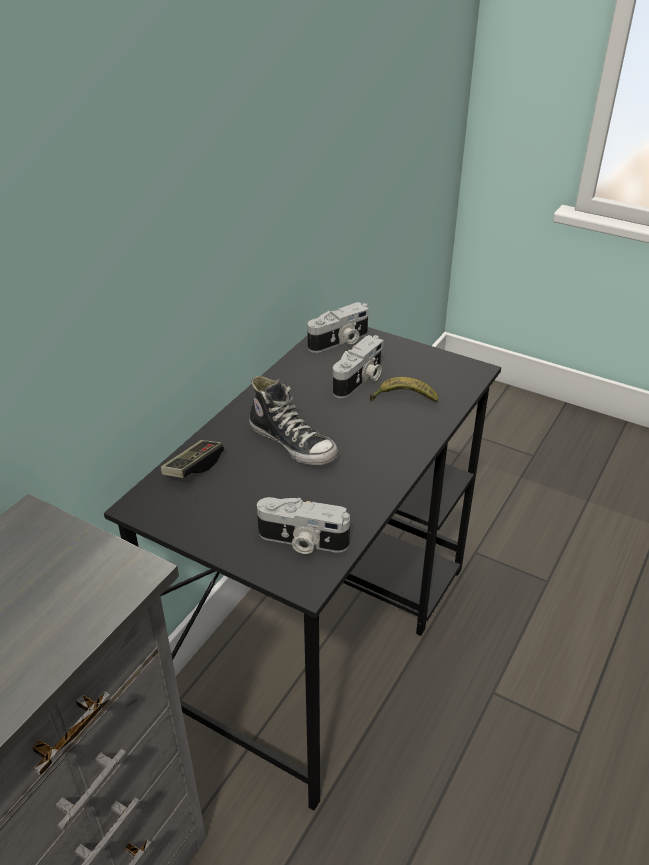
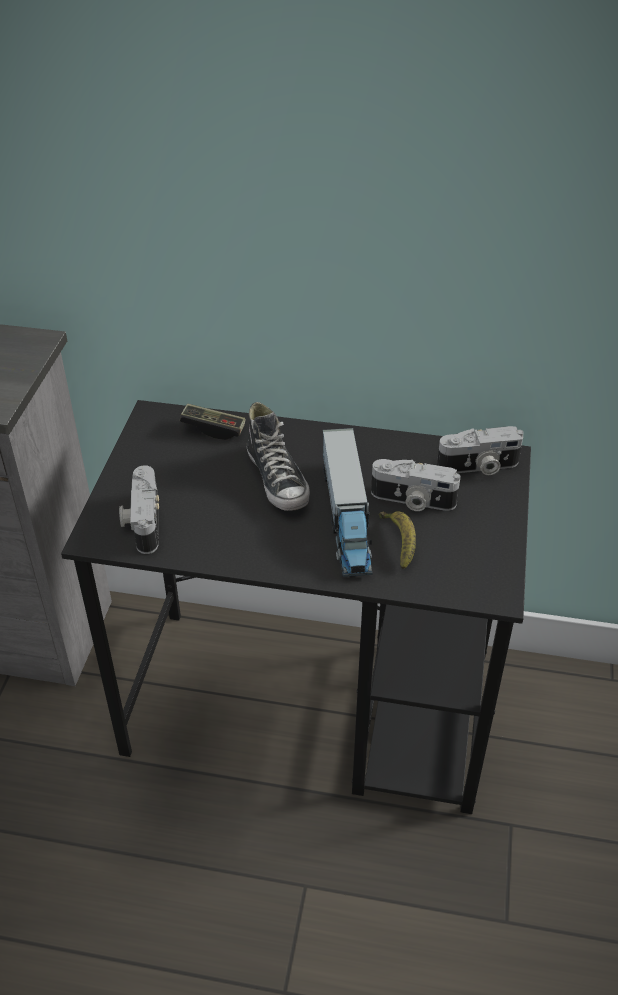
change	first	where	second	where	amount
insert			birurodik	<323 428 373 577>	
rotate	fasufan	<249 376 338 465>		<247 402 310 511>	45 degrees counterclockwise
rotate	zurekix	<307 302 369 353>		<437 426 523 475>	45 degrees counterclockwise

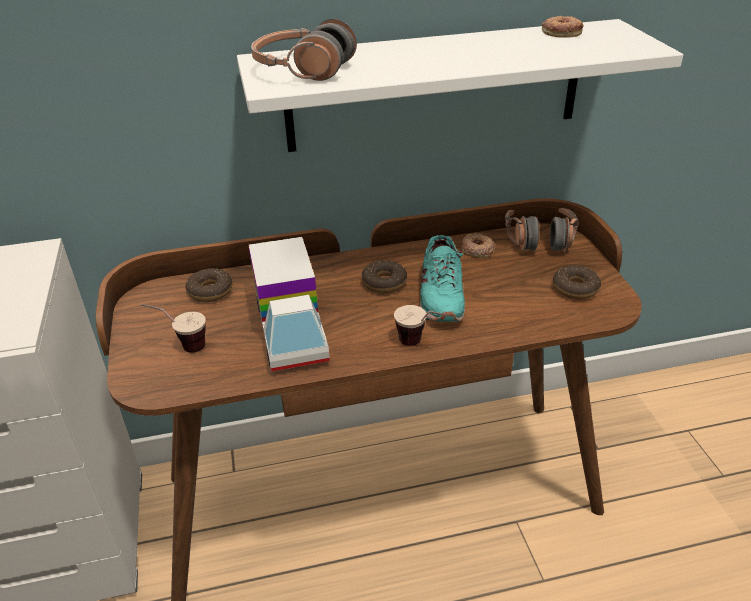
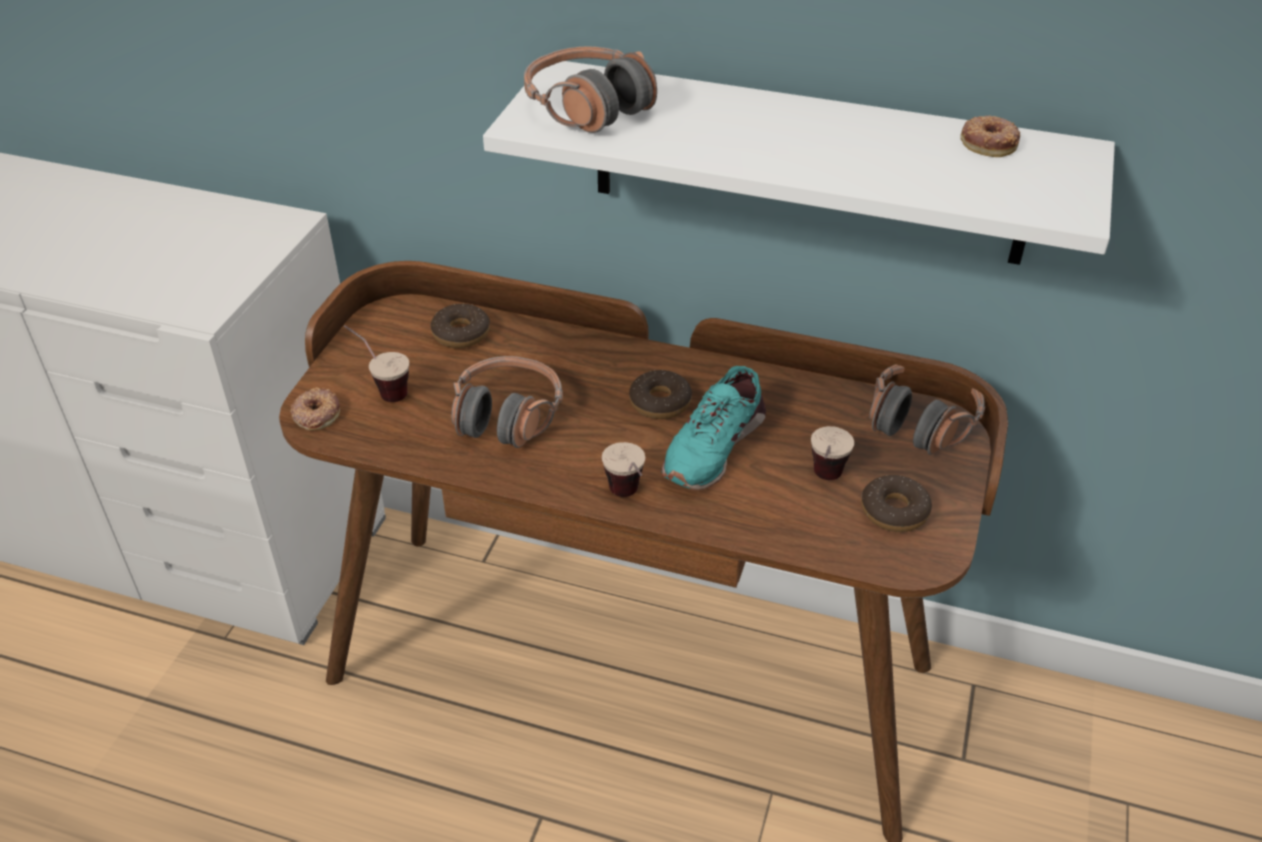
change	first	where	second	where	amount
insert			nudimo	<811 426 854 480>	
move	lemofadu	<461 233 495 258>		<291 387 340 431>	
replace	birurodik	<249 237 330 372>	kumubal	<452 356 563 448>	

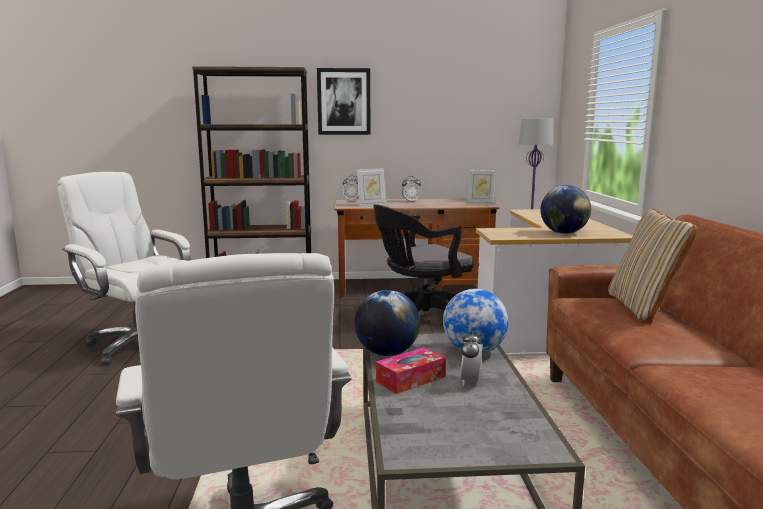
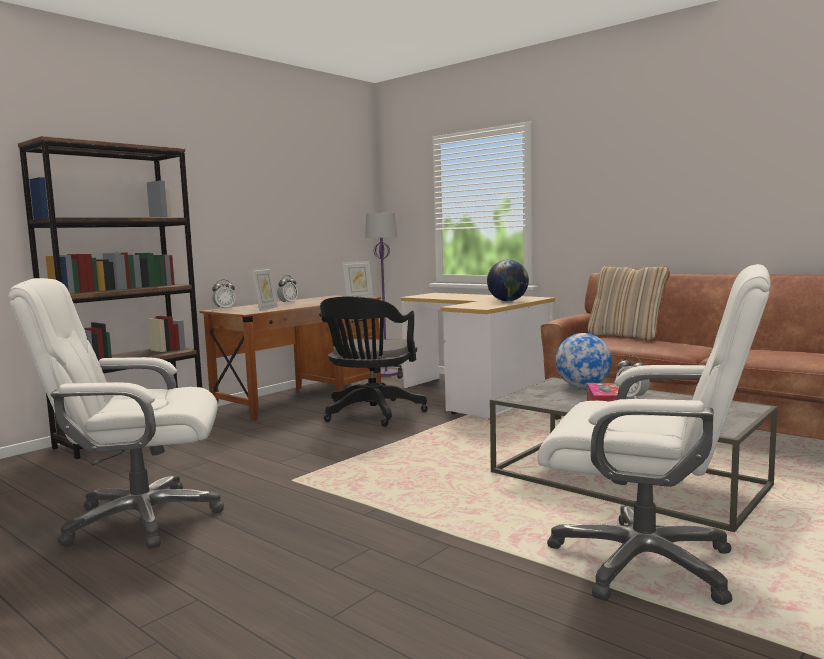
change	first	where	second	where	amount
delete	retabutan	<317 68 370 135>			
delete	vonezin	<355 290 420 356>			

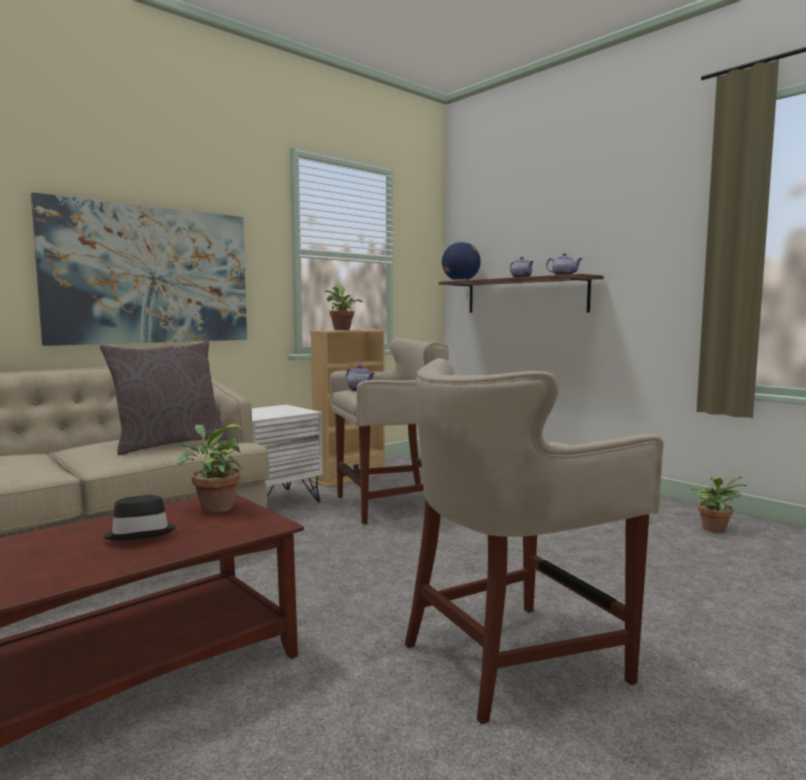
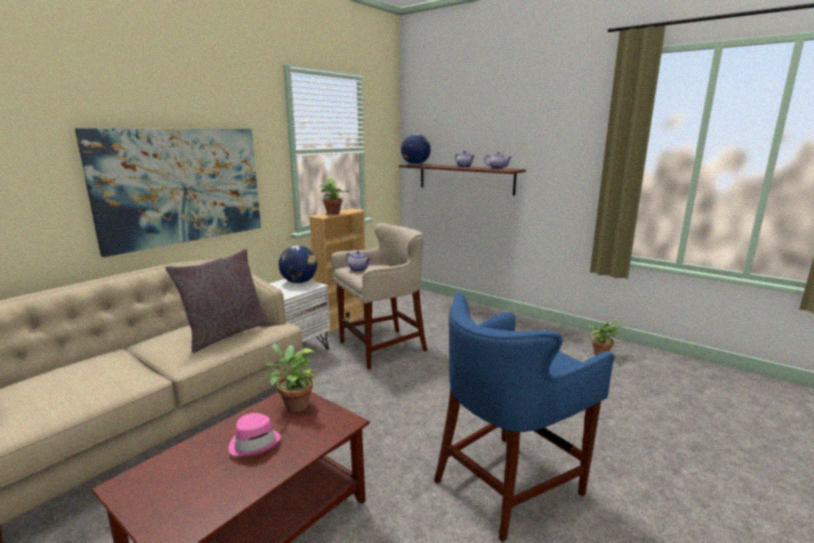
change	first	where	second	where	amount
insert			vonezin	<278 246 317 283>	
recolor	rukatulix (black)	<103 495 177 541>	rukatulix (pink)	<228 413 281 457>	
recolor	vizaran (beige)	<405 358 664 724>	vizaran (blue)	<434 293 614 542>	

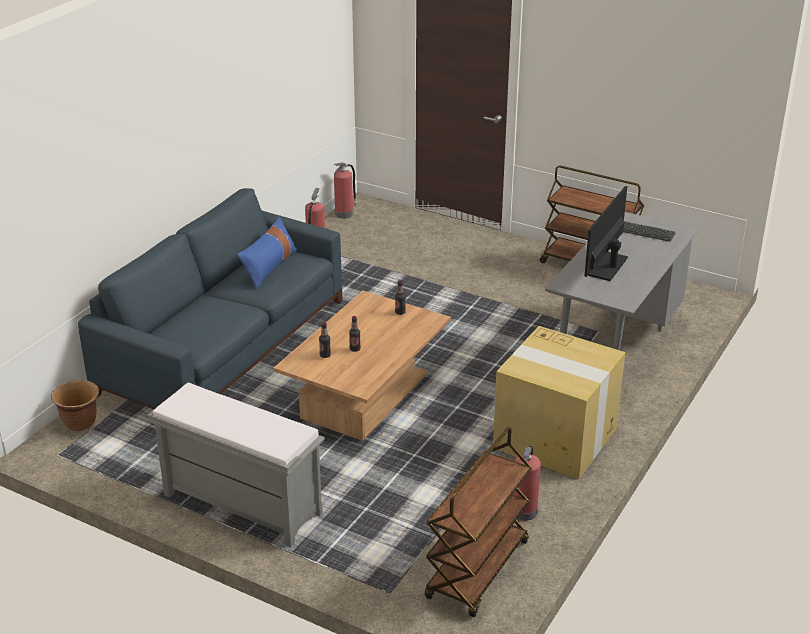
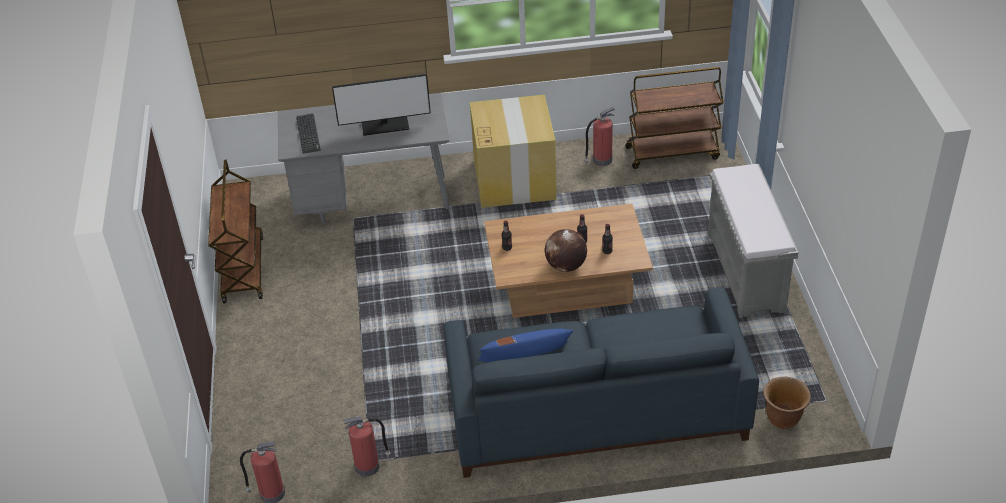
change	first	where	second	where	amount
insert			vonezin	<545 229 587 272>	

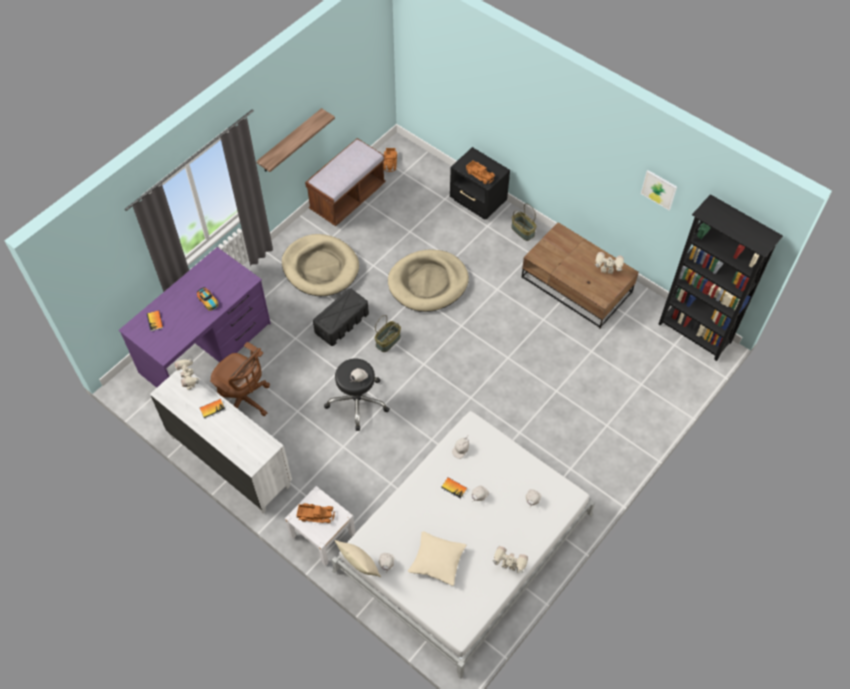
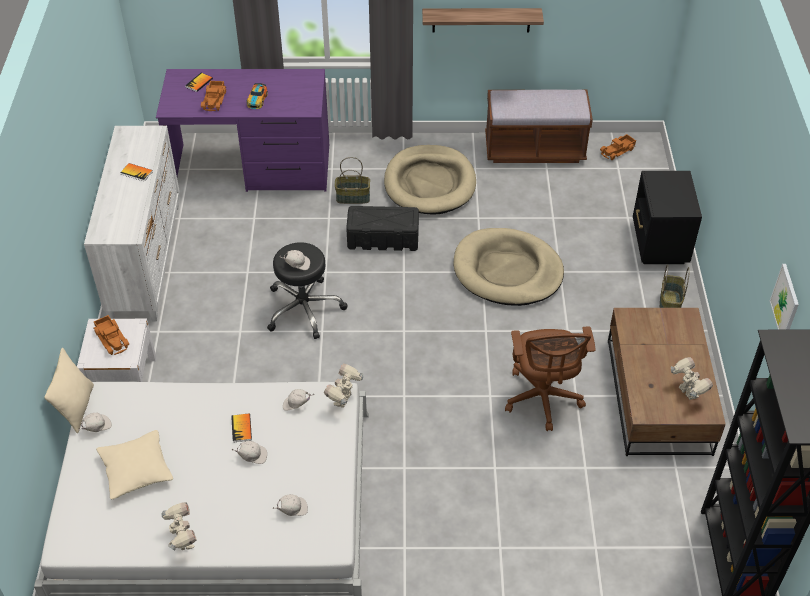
change	first	where	second	where	amount
move	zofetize	<175 359 200 390>		<324 364 363 408>	
move	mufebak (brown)	<210 342 270 416>		<505 326 596 431>	
move	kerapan	<375 315 401 352>		<335 157 370 204>	
move	birurodik	<466 160 495 184>		<201 81 227 111>	

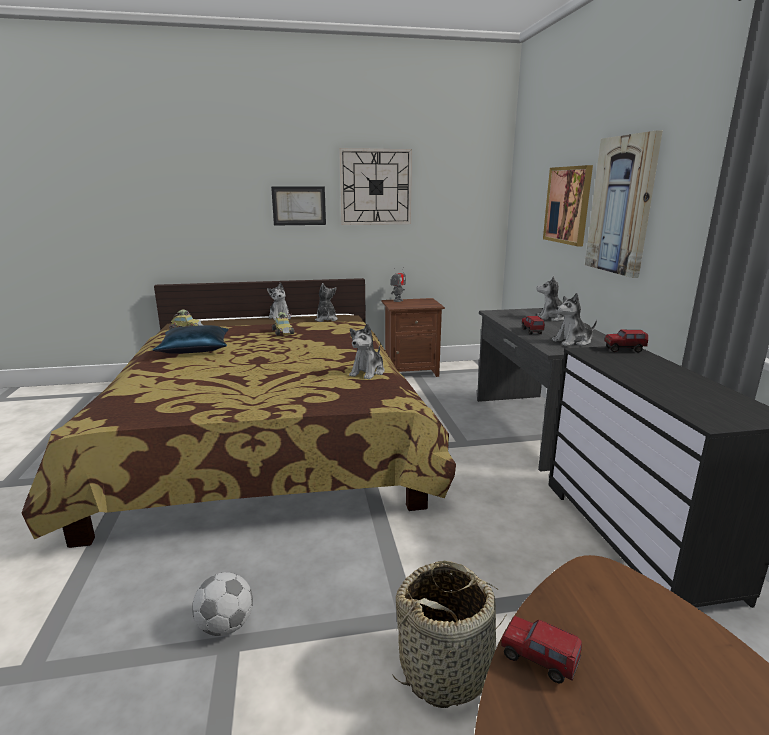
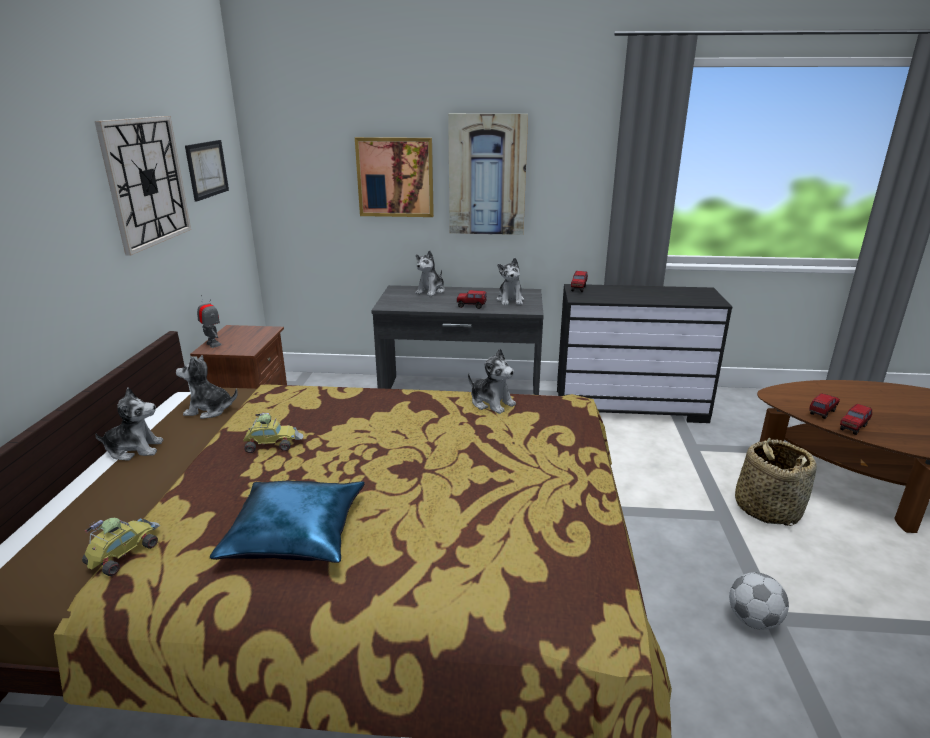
change	first	where	second	where	amount
insert			birurodik	<809 393 840 419>	
move	retabutan	<271 186 326 226>		<185 140 229 201>	

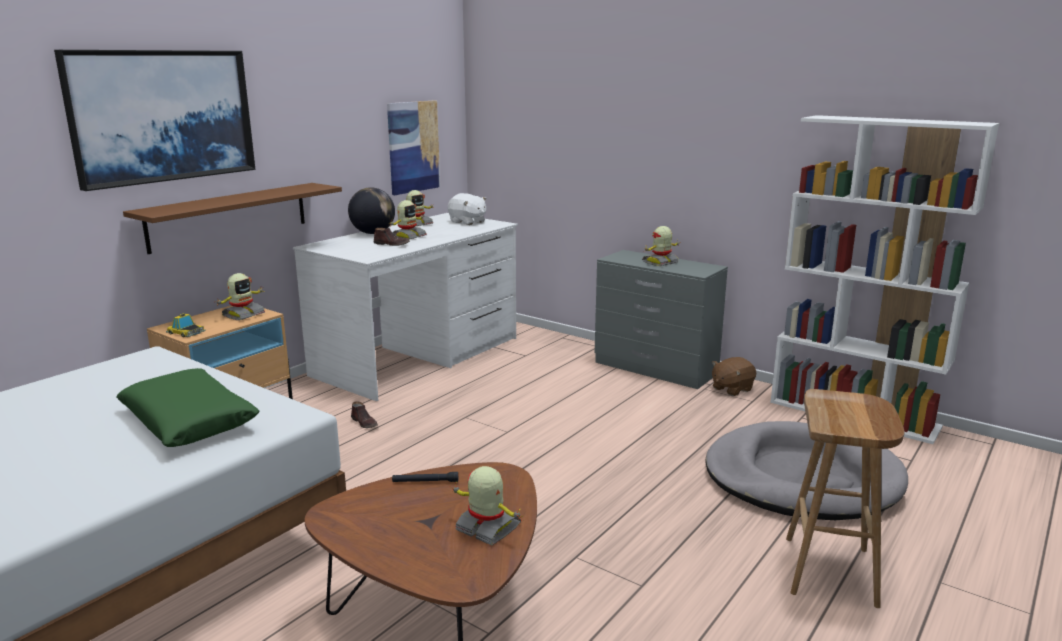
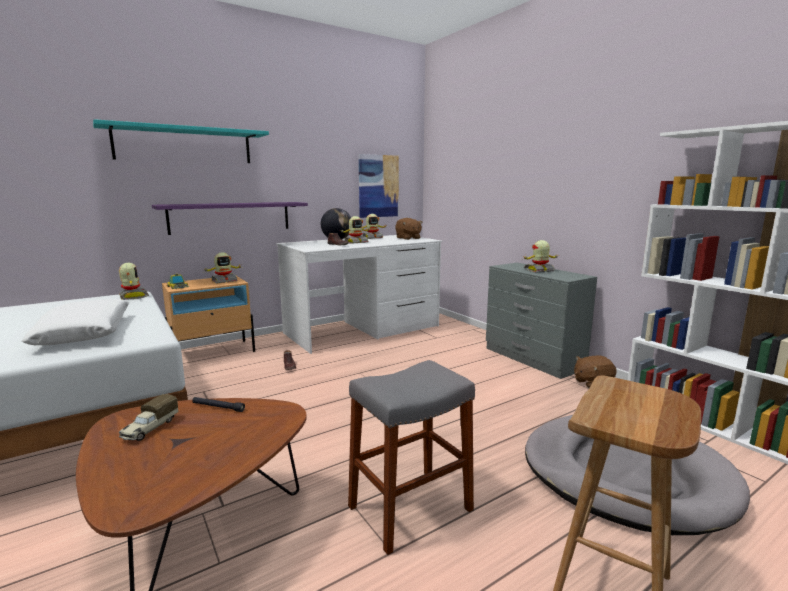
change	first	where	second	where	amount
insert			birurodik	<119 394 178 441>	
insert			vizaran (grey)	<348 360 475 555>	
move	zofetize	<450 466 523 545>		<119 263 149 300>	
replace	retabutan	<54 50 255 191>	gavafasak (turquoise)	<93 119 269 163>	
recolor	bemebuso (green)	<117 368 260 447>	bemebuso (white)	<22 299 129 345>	
recolor	gavafasak (brown)	<123 183 342 254>	gavafasak (purple)	<152 202 308 235>	
recolor	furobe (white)	<448 193 486 225>	furobe (brown)	<395 218 422 240>	

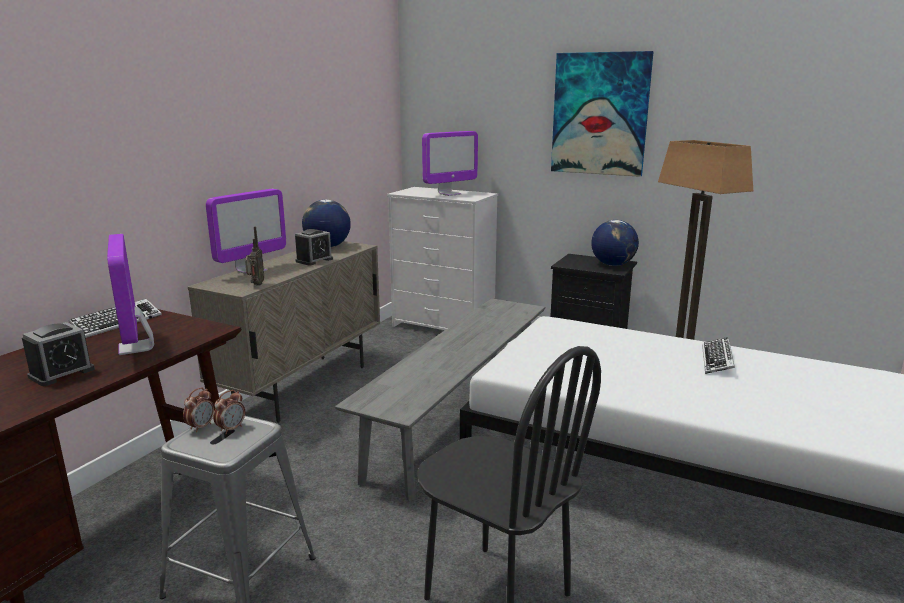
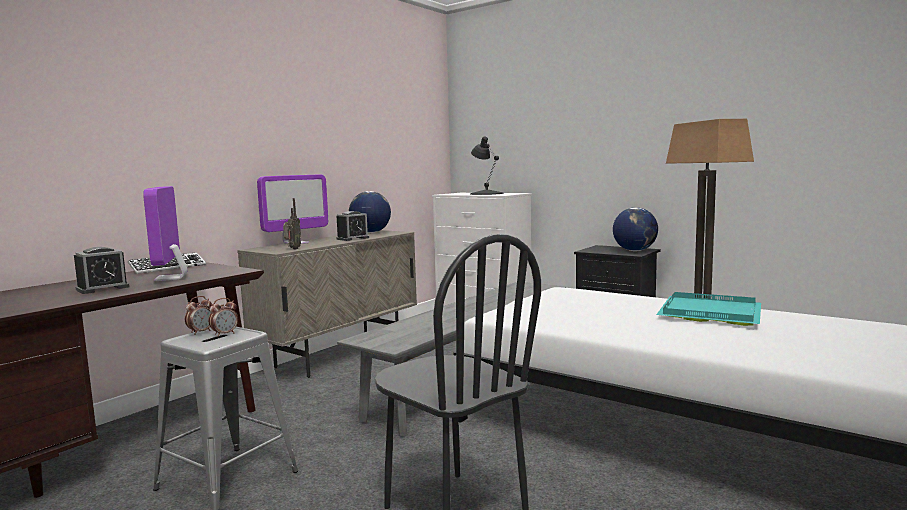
change	first	where	second	where	amount
delete	retabutan	<551 51 654 177>			
replace	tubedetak	<422 131 478 196>	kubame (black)	<470 136 503 195>	
replace	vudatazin	<702 337 735 374>	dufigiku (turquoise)	<656 292 761 326>	

